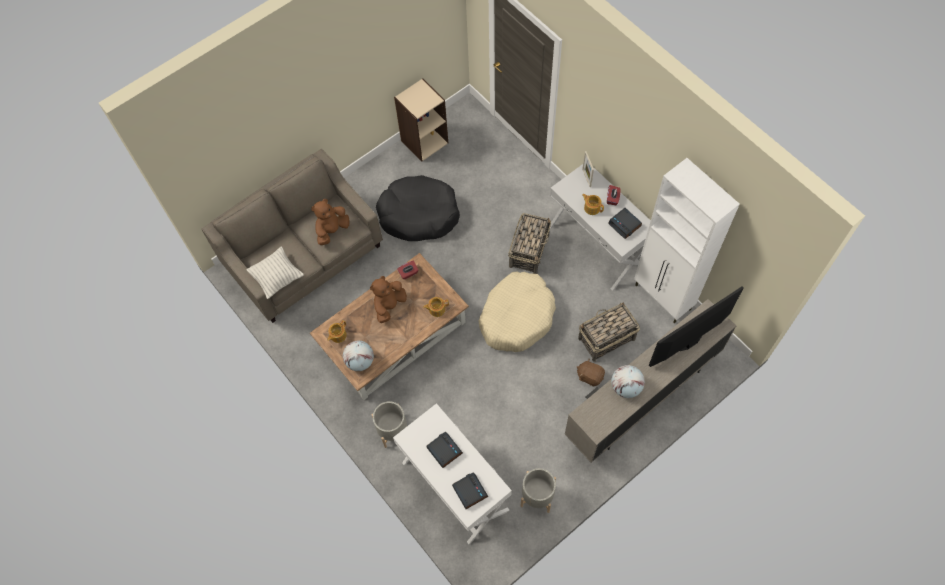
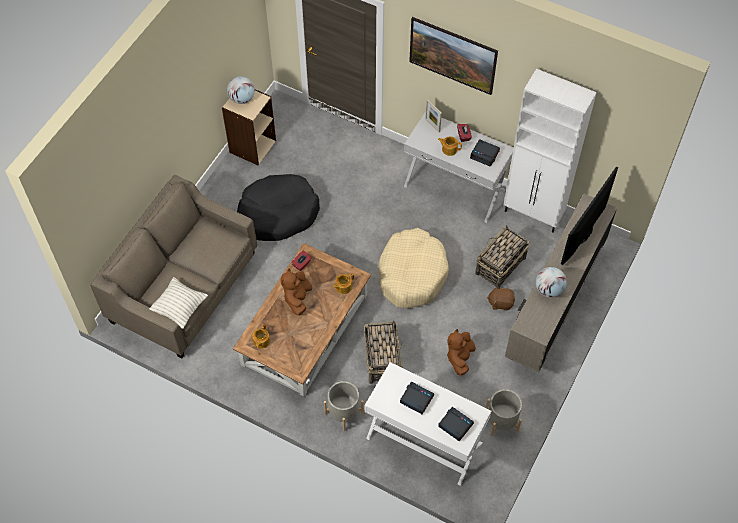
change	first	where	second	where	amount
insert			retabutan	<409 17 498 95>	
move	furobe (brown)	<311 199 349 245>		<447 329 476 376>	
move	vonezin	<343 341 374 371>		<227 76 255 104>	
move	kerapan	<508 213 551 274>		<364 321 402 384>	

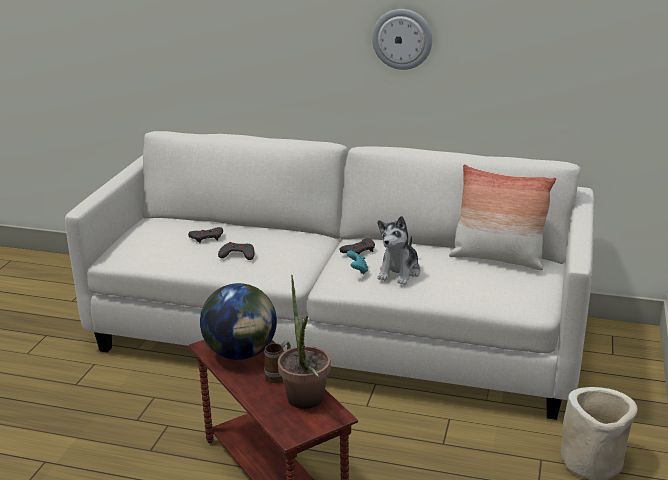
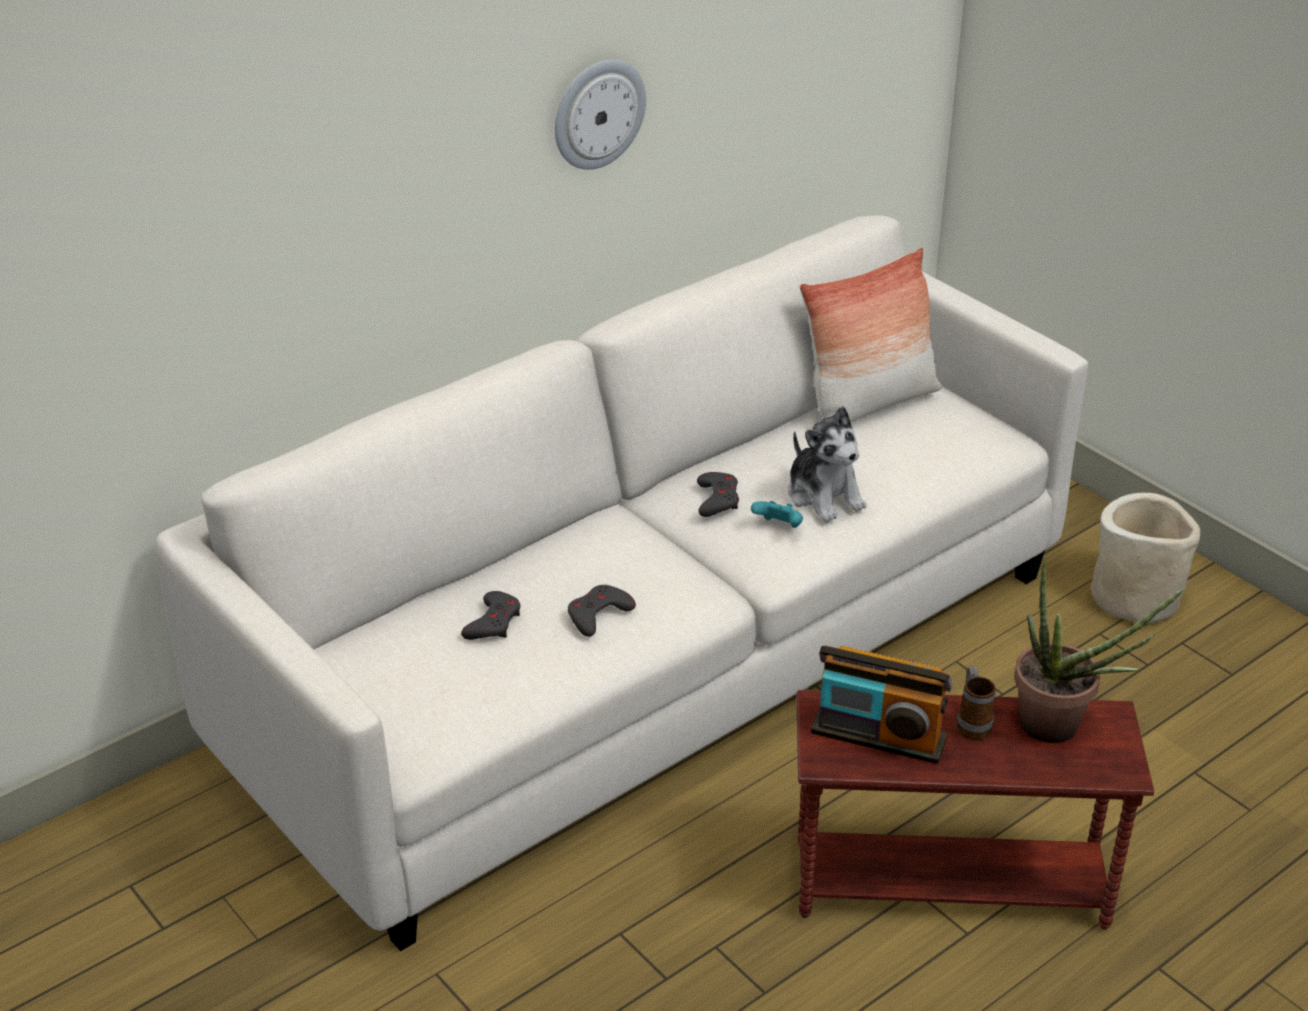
change	first	where	second	where	amount
replace	vonezin	<200 283 277 360>	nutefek	<811 646 952 764>	

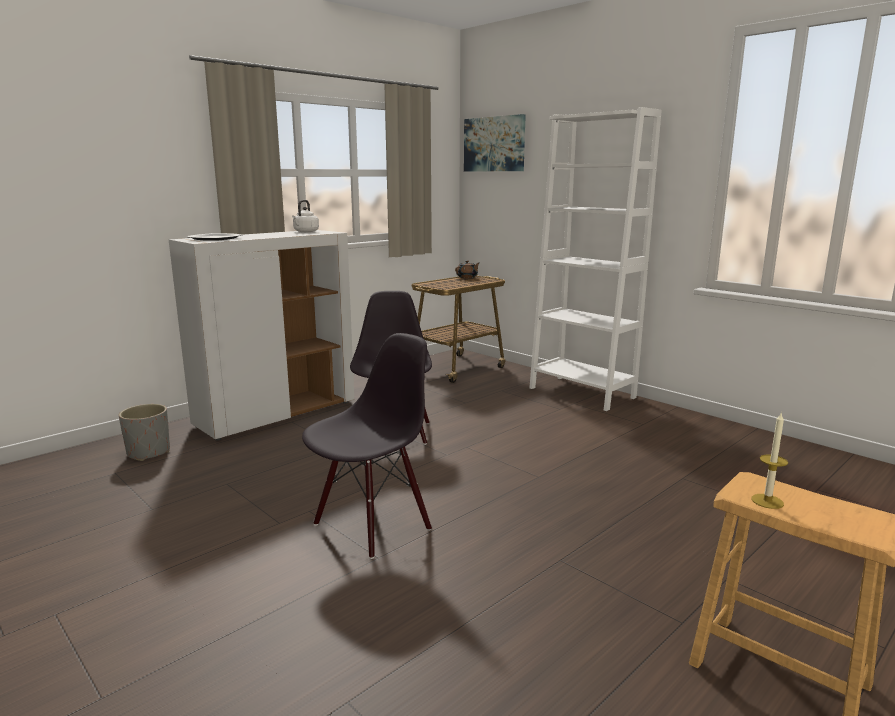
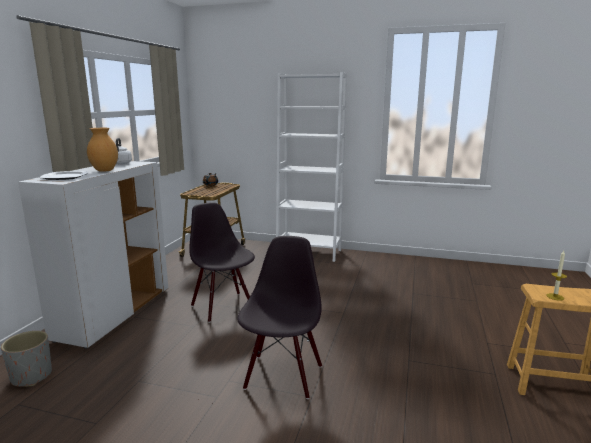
change	first	where	second	where	amount
delete	retabutan	<464 114 526 172>			
insert			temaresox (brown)	<87 128 118 172>	

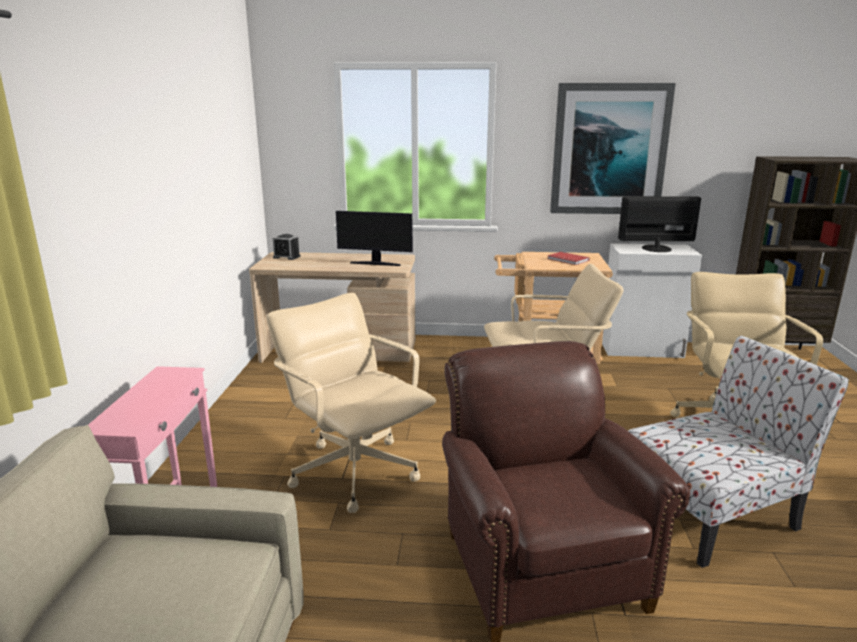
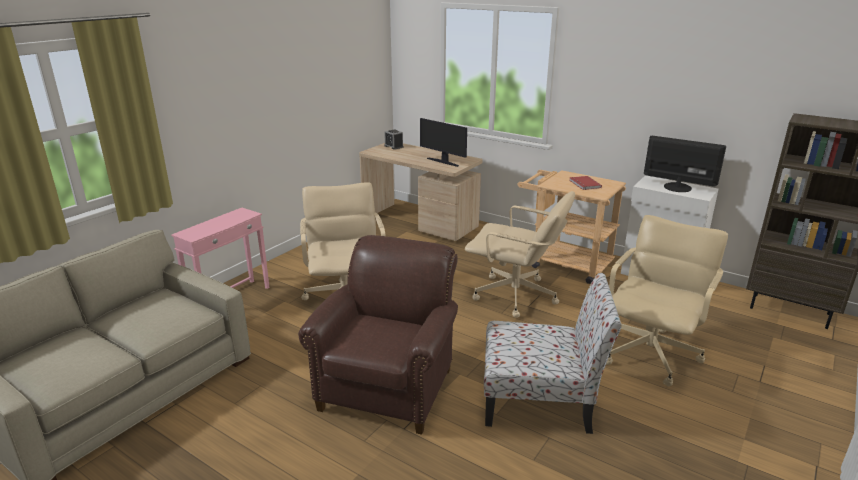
change	first	where	second	where	amount
delete	retabutan	<550 83 676 214>			

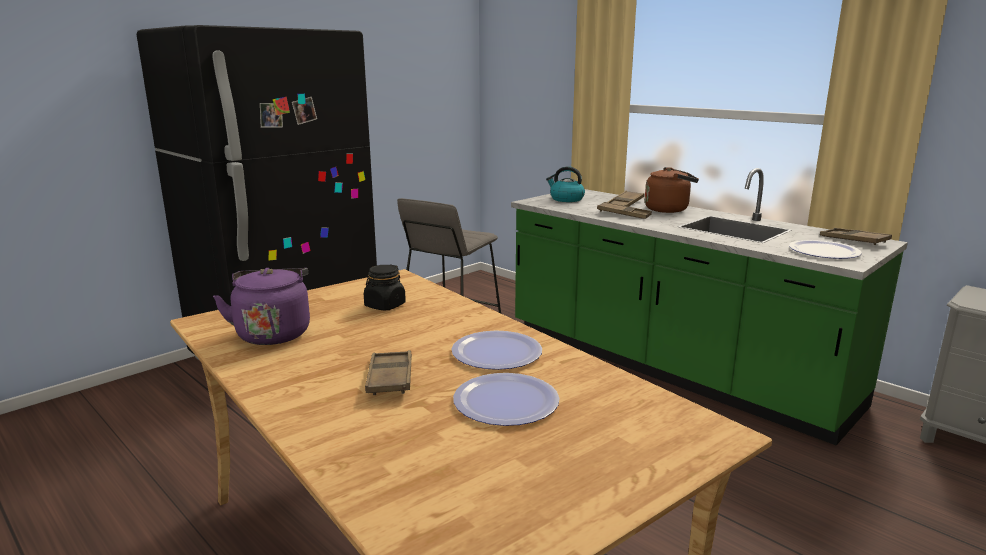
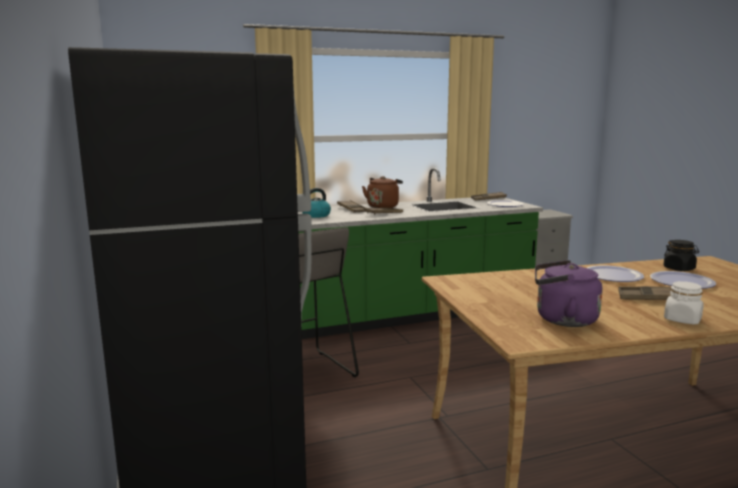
change	first	where	second	where	amount
insert			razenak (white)	<664 281 704 324>	
move	razenak (black)	<364 265 406 311>		<663 240 699 271>	

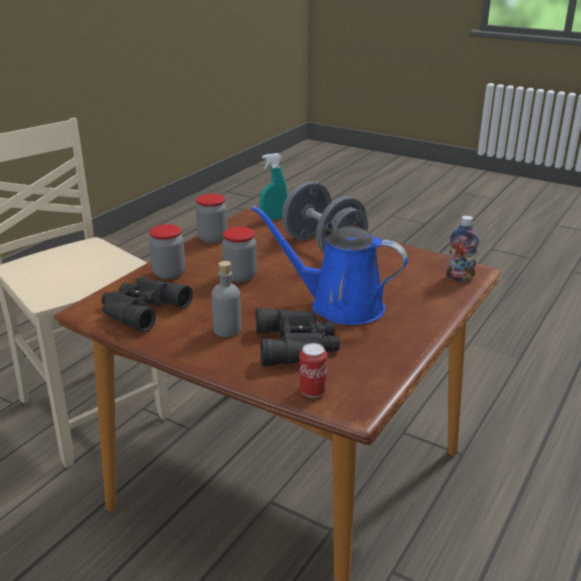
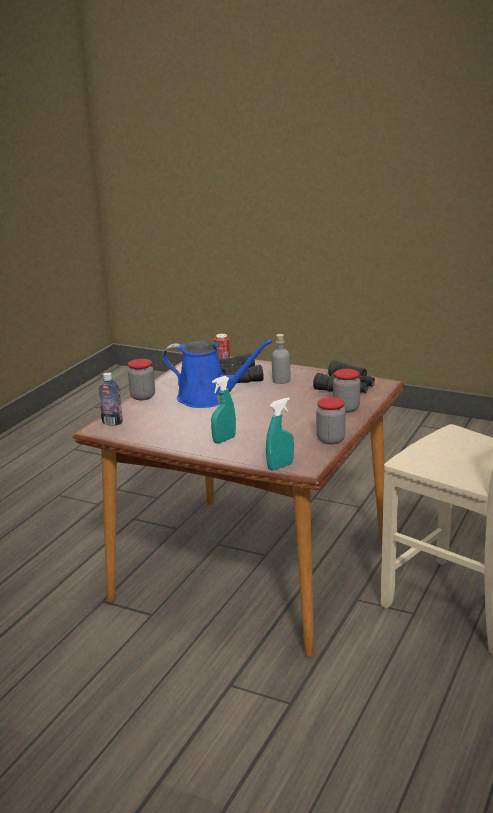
change	first	where	second	where	amount
move	razenak	<222 227 257 282>		<128 359 155 400>	
replace	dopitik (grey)	<282 182 368 253>	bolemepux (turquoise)	<211 376 236 444>	

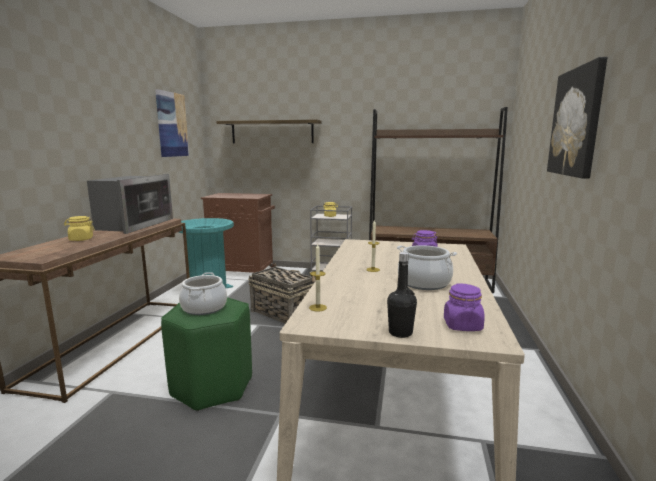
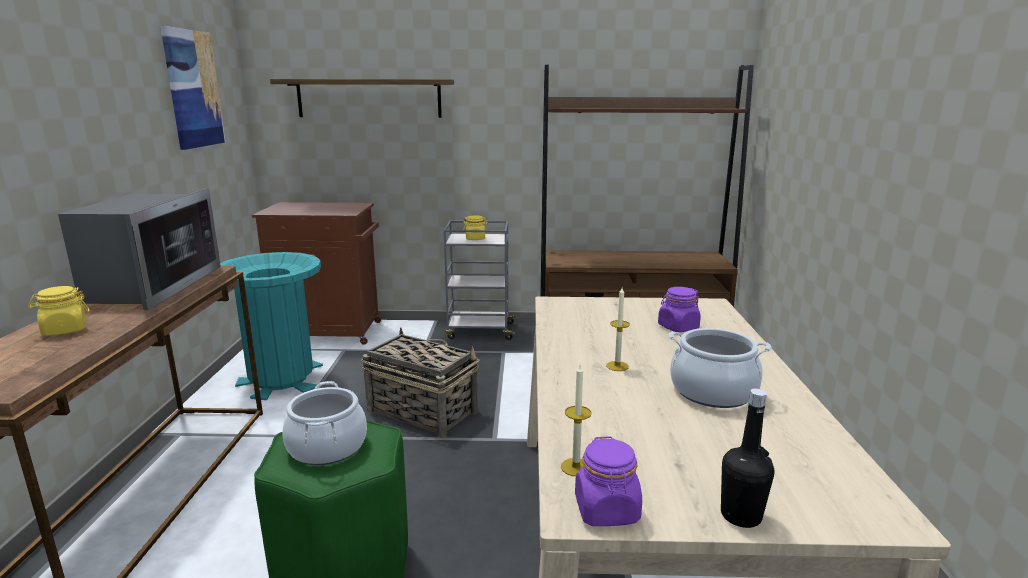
change	first	where	second	where	amount
delete	retabutan	<547 57 608 179>			
move	razenak (purple)	<444 283 485 331>		<575 436 642 526>	

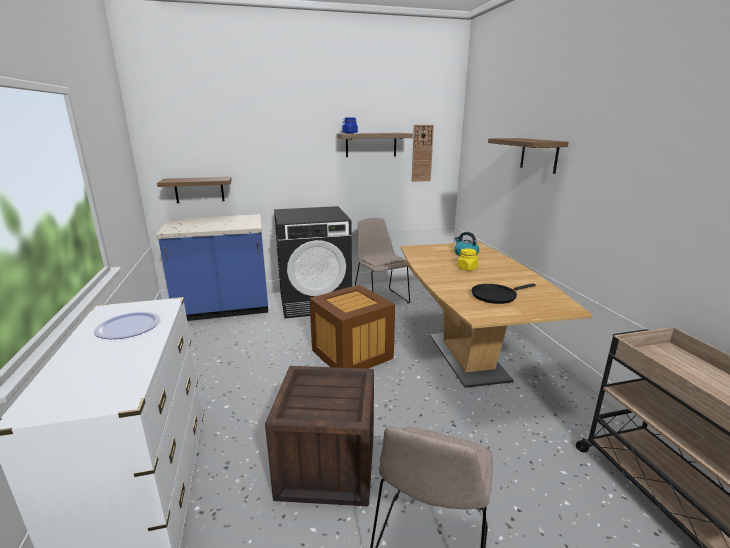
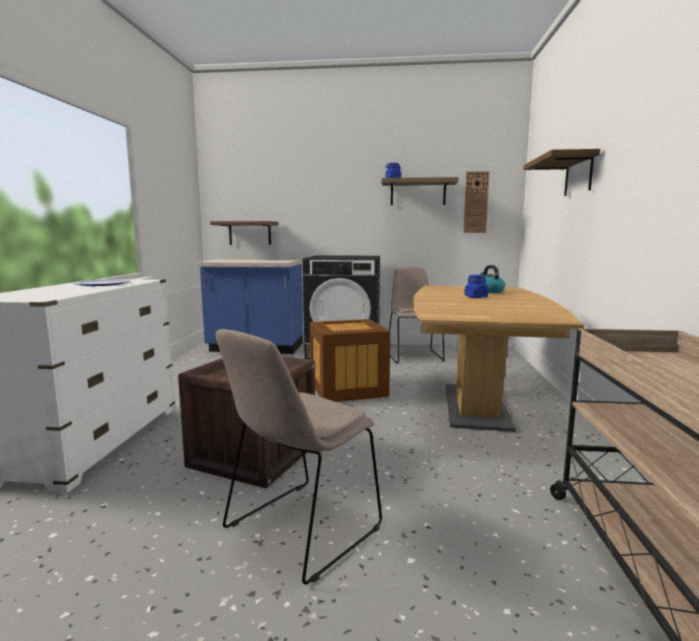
change	first	where	second	where	amount
delete	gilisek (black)	<471 284 536 304>			
recolor	razenak (yellow)	<457 248 479 271>	razenak (blue)	<464 275 488 298>	

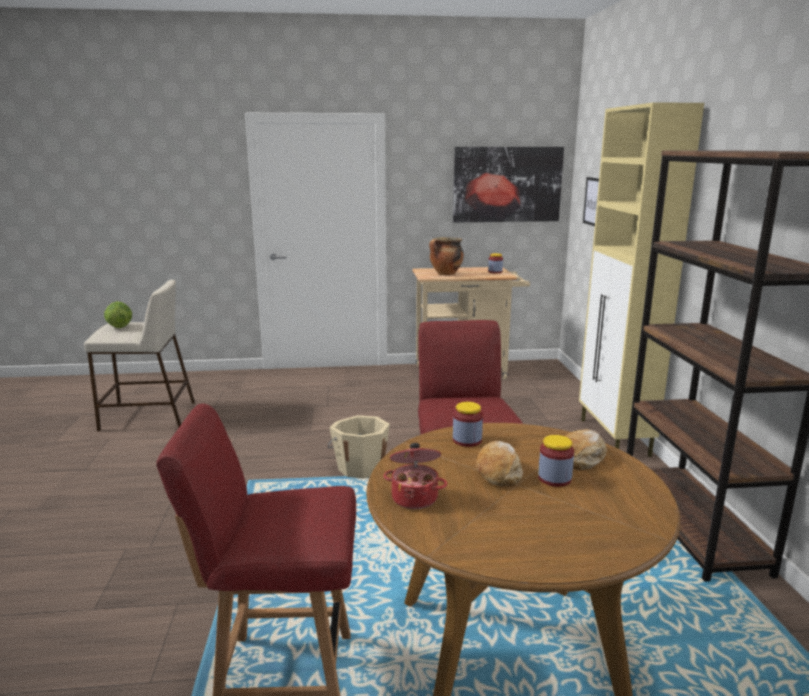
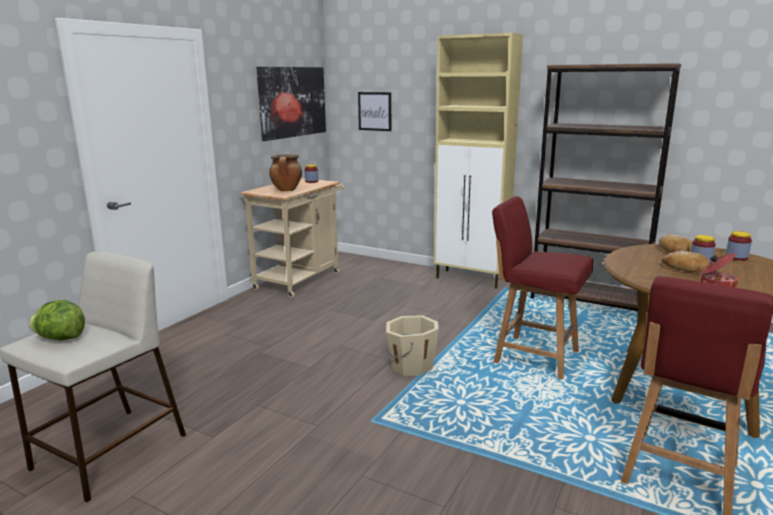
change	first	where	second	where	amount
move	razenak	<453 402 483 447>		<726 231 752 261>	

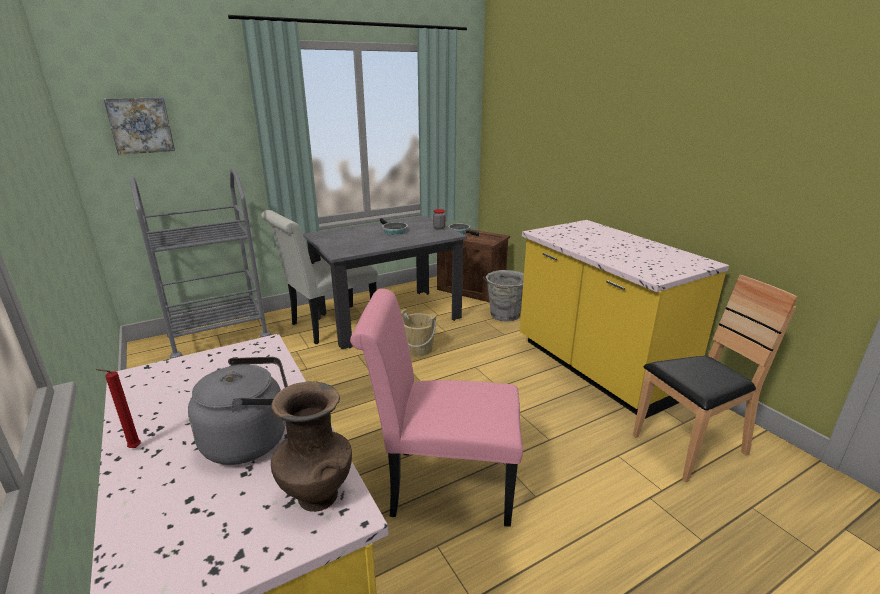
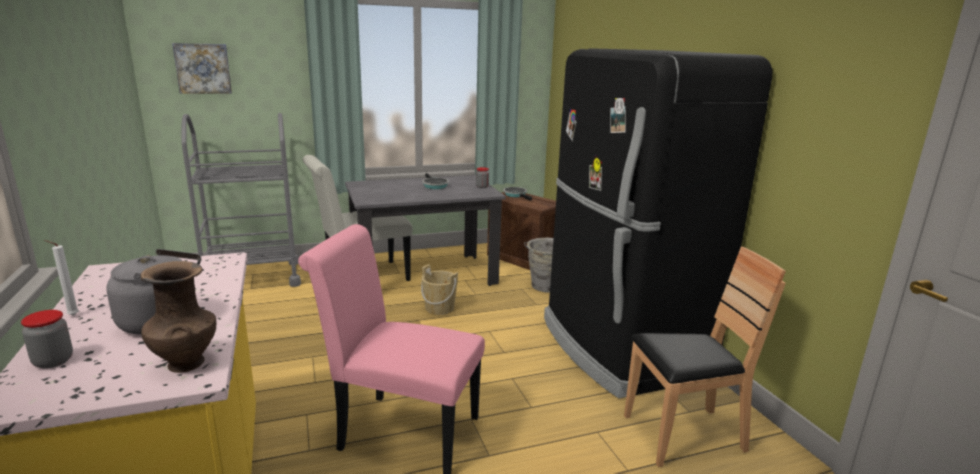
change	first	where	second	where	amount
insert			razenak	<21 310 73 369>	
replace	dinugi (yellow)	<520 220 729 419>	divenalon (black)	<544 48 772 398>	
recolor	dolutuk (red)	<96 369 141 448>	dolutuk (white)	<44 240 79 316>	

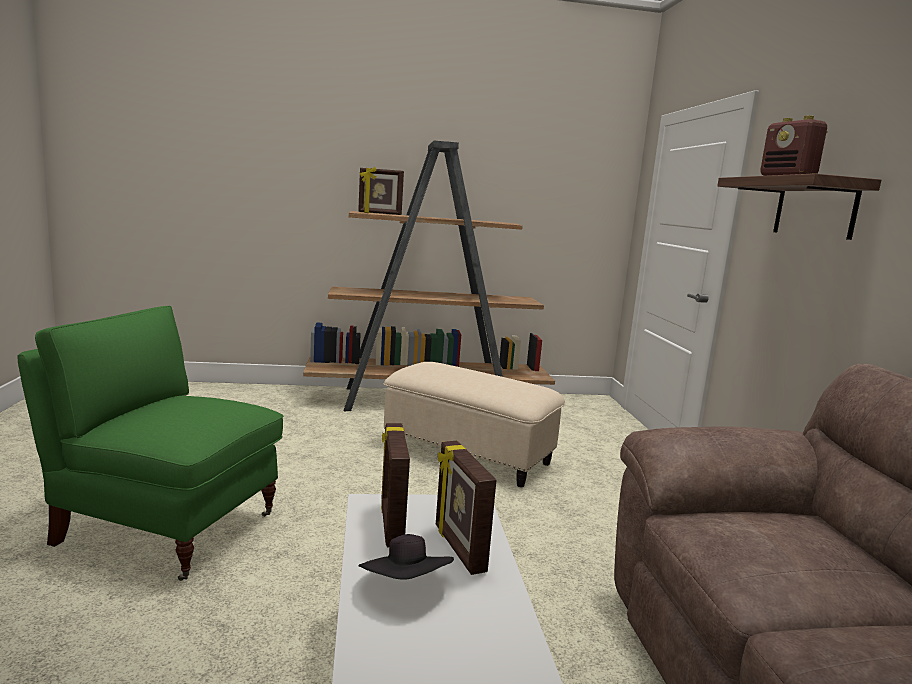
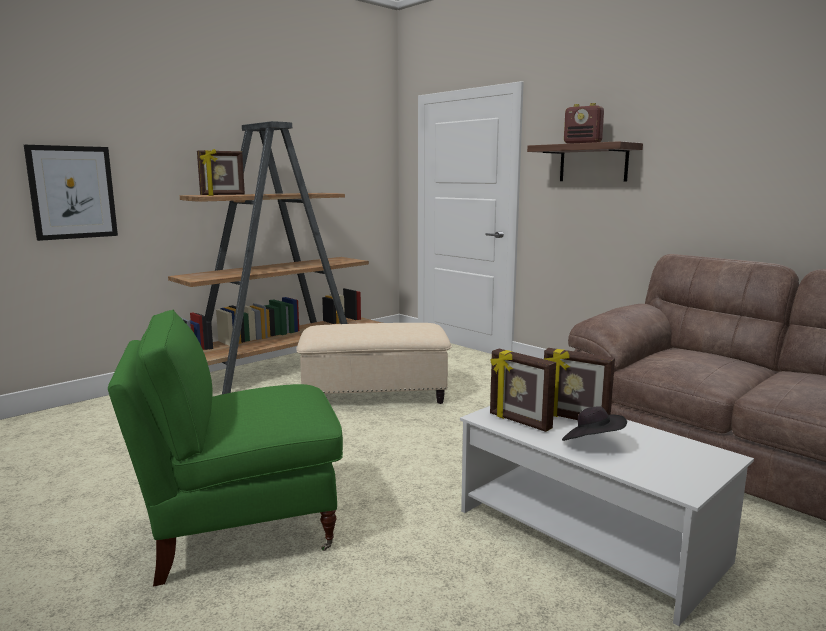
change	first	where	second	where	amount
insert			retabutan	<24 145 118 241>	

